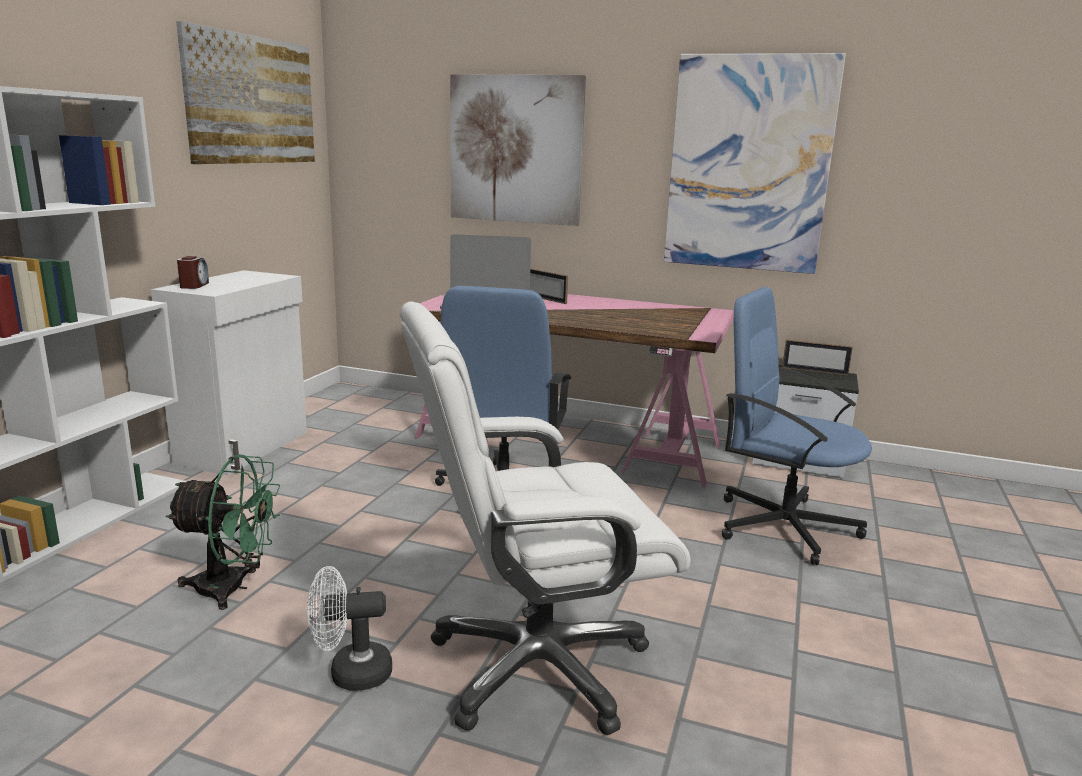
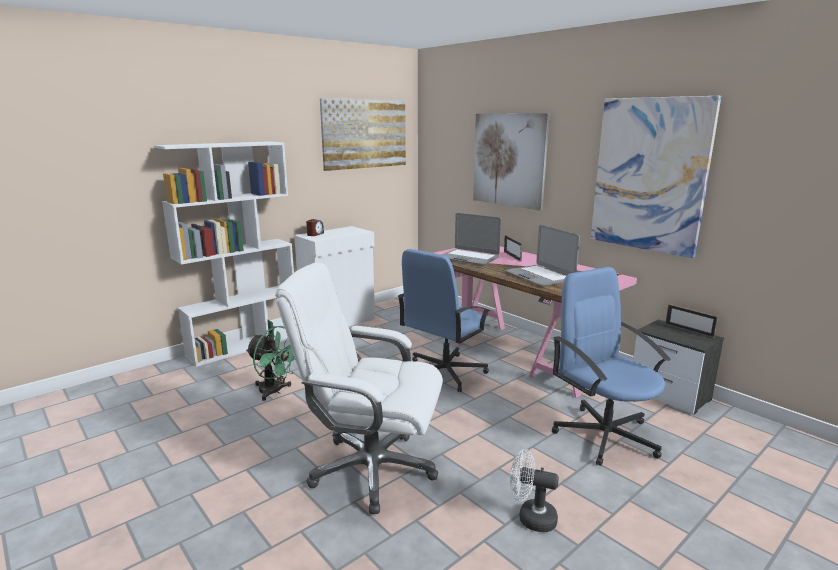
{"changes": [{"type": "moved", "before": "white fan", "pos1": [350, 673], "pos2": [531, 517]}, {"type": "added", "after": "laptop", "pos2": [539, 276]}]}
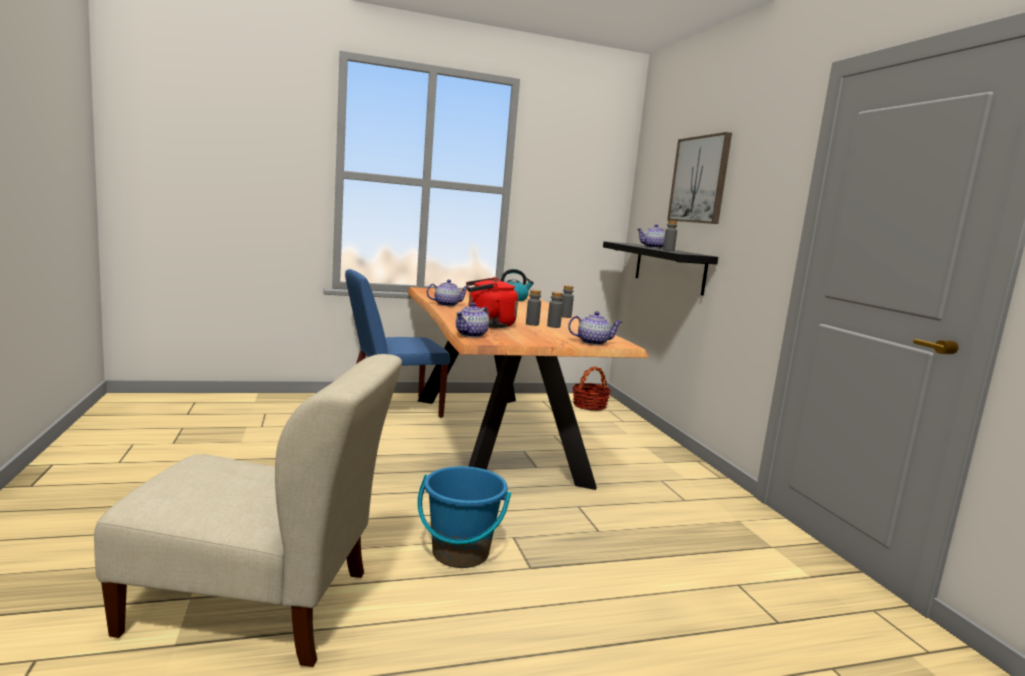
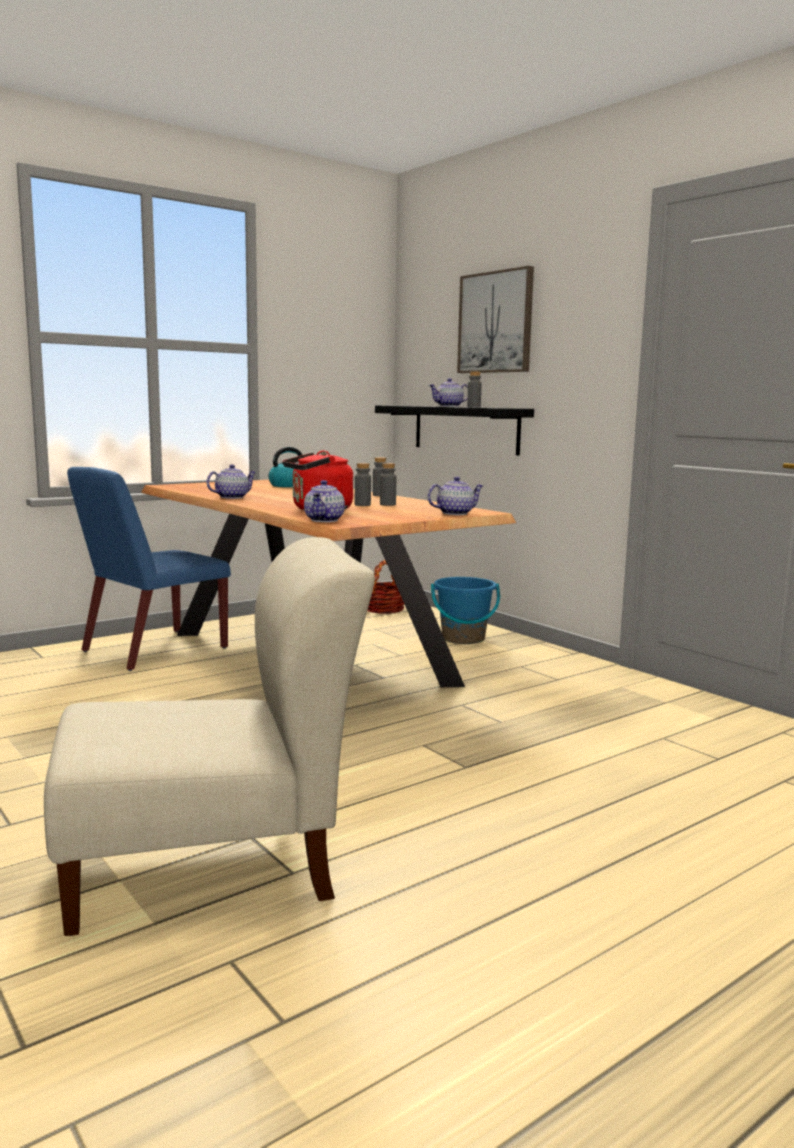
{"changes": [{"type": "moved", "before": "blue bucket", "pos1": [460, 553], "pos2": [463, 638]}]}
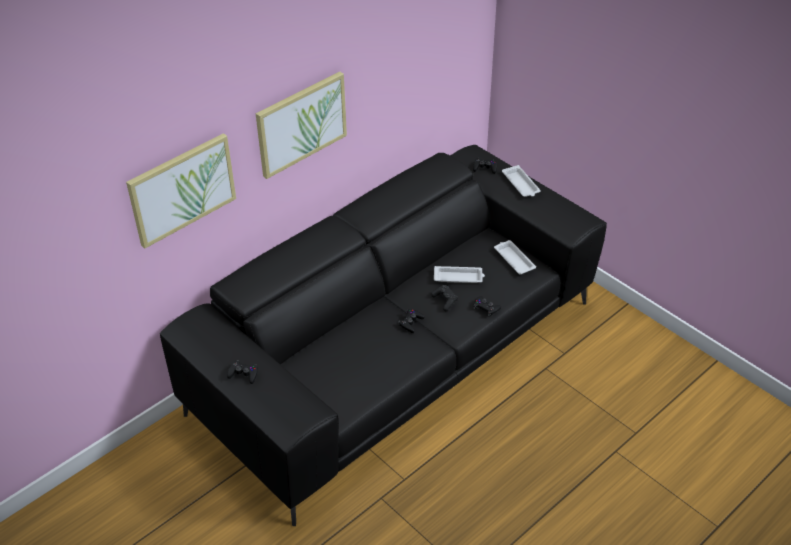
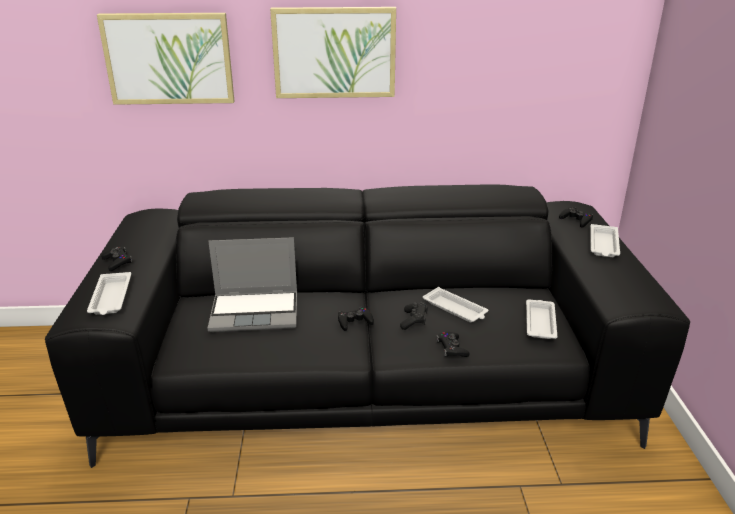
{"changes": [{"type": "added", "after": "white tray", "pos2": [111, 298]}, {"type": "added", "after": "laptop", "pos2": [256, 312]}]}
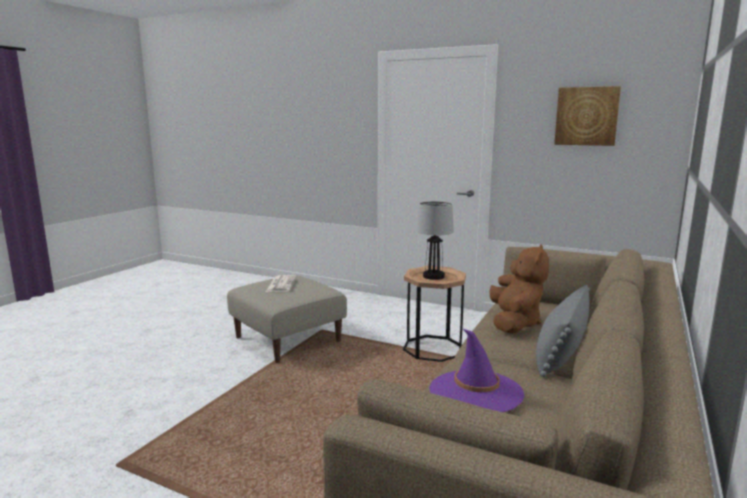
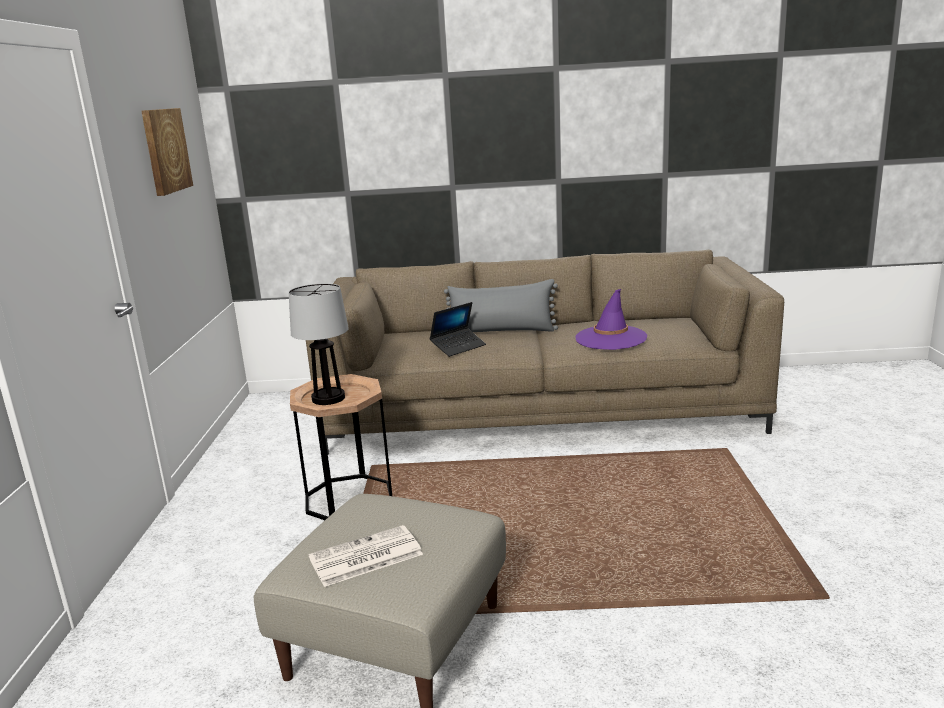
{"changes": [{"type": "replaced", "before": "brown plush toy", "after": "laptop", "pos1": [514, 323], "pos2": [458, 347]}]}
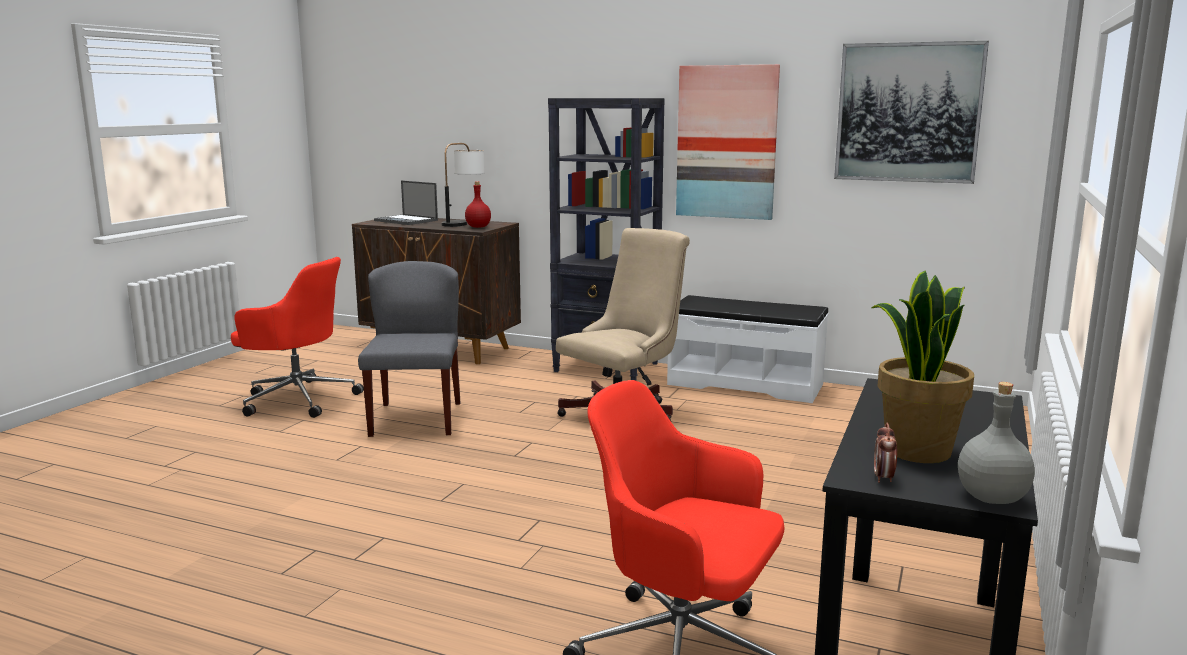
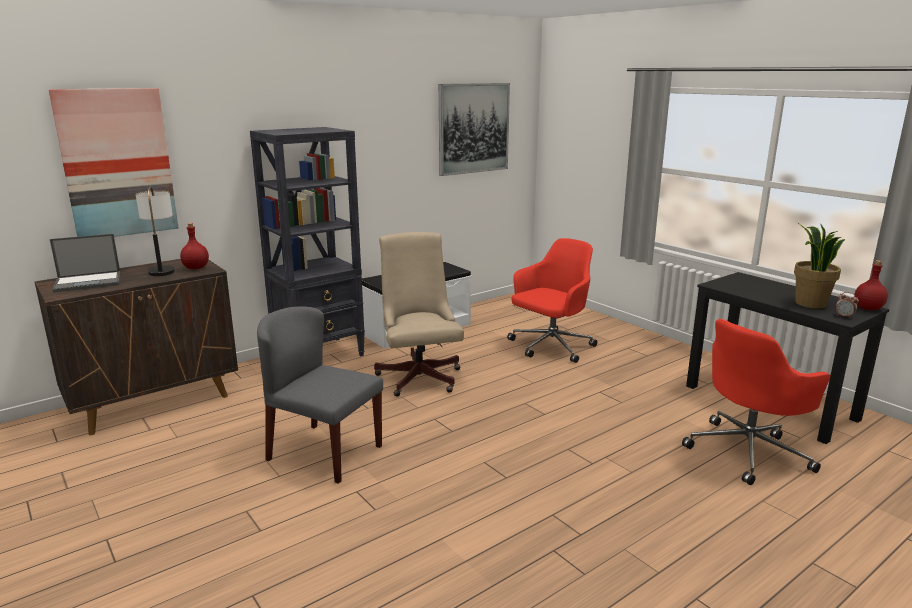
{"changes": [{"type": "moved", "before": "red office chair", "pos1": [297, 399], "pos2": [550, 346]}, {"type": "moved", "before": "picture", "pos1": [726, 142], "pos2": [117, 163]}, {"type": "recoloured", "before": "grey bottle", "after": "red bottle", "pos1": [991, 499], "pos2": [868, 308]}]}
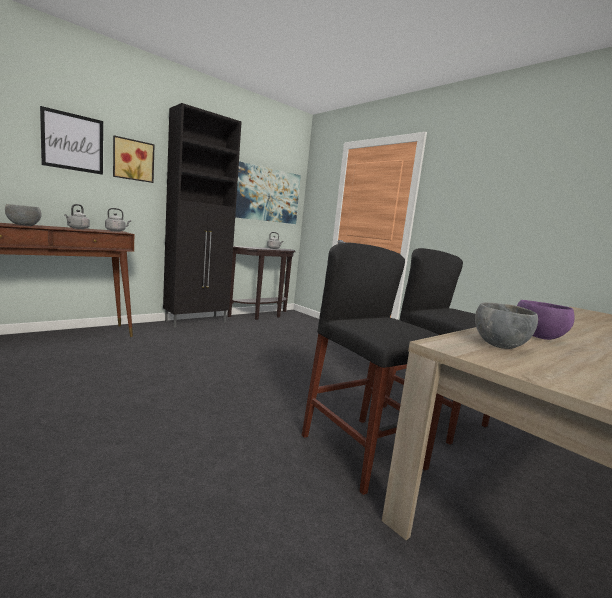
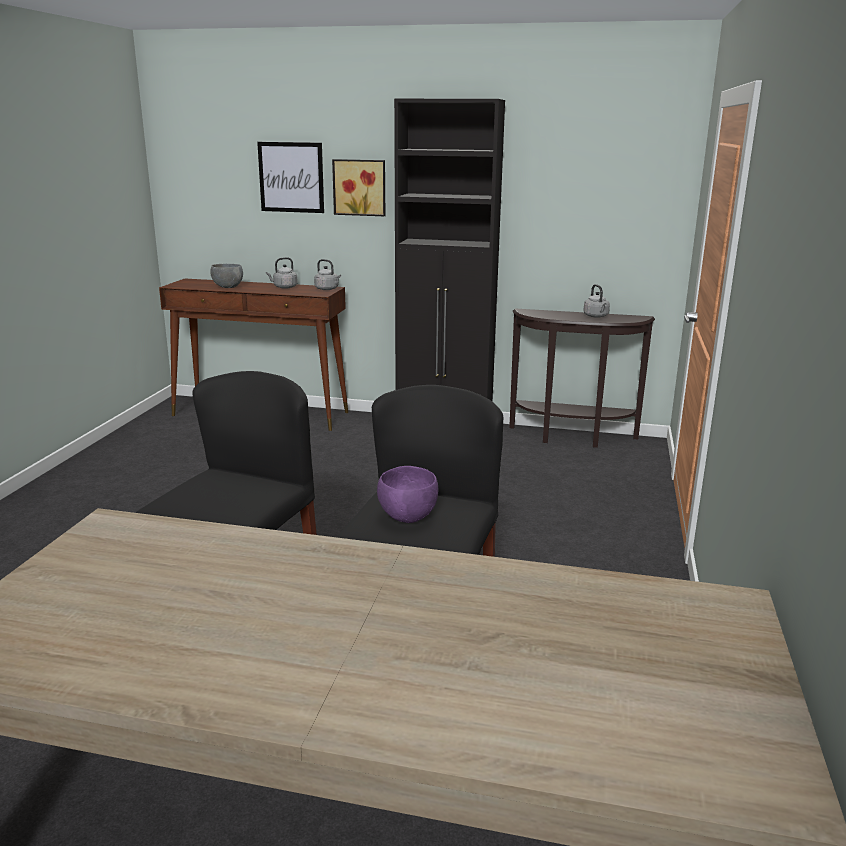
{"changes": [{"type": "removed", "before": "picture", "pos1": [267, 195]}, {"type": "removed", "before": "grey bowl", "pos1": [499, 345]}, {"type": "moved", "before": "purple bowl", "pos1": [539, 337], "pos2": [407, 517]}]}
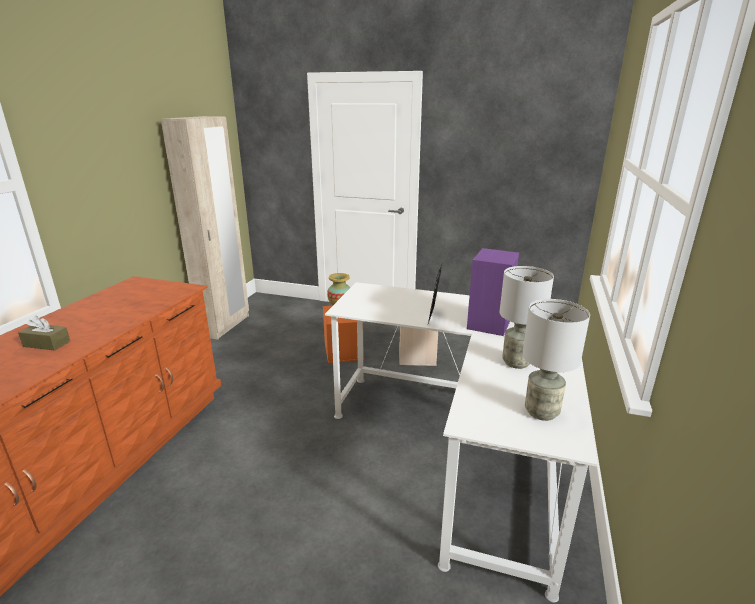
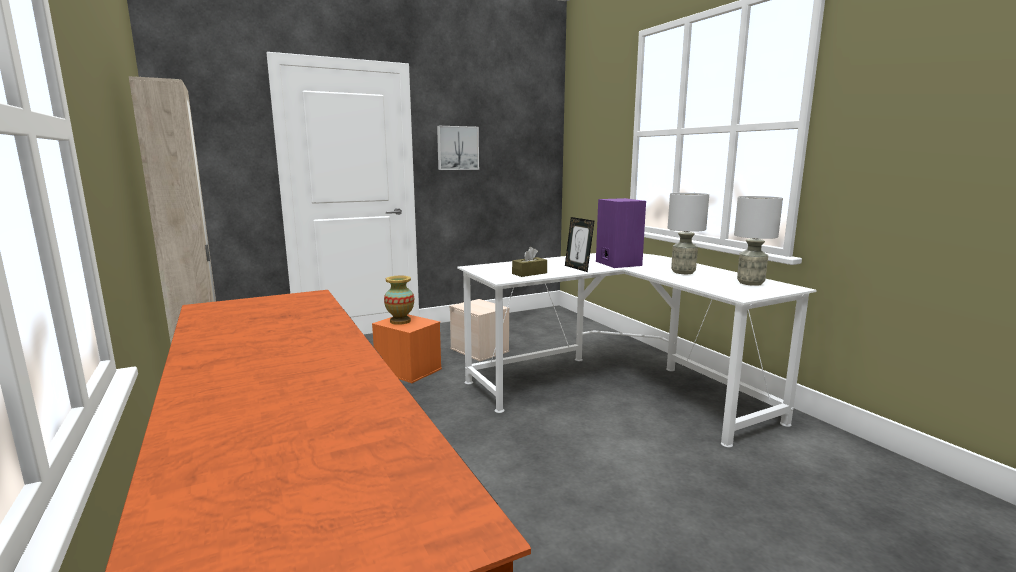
{"changes": [{"type": "moved", "before": "brown tissue box", "pos1": [47, 344], "pos2": [529, 273]}, {"type": "added", "after": "picture", "pos2": [457, 148]}]}
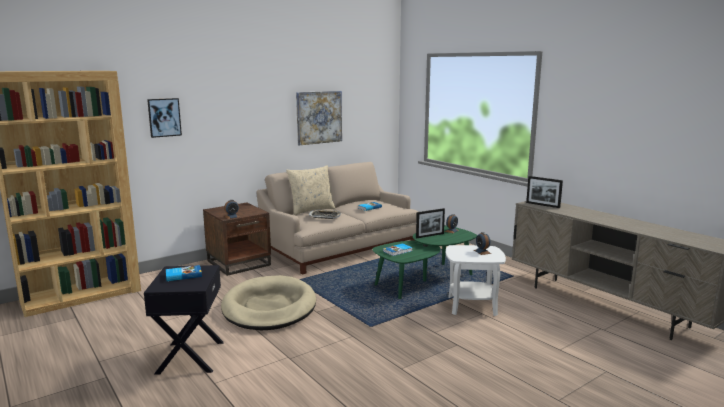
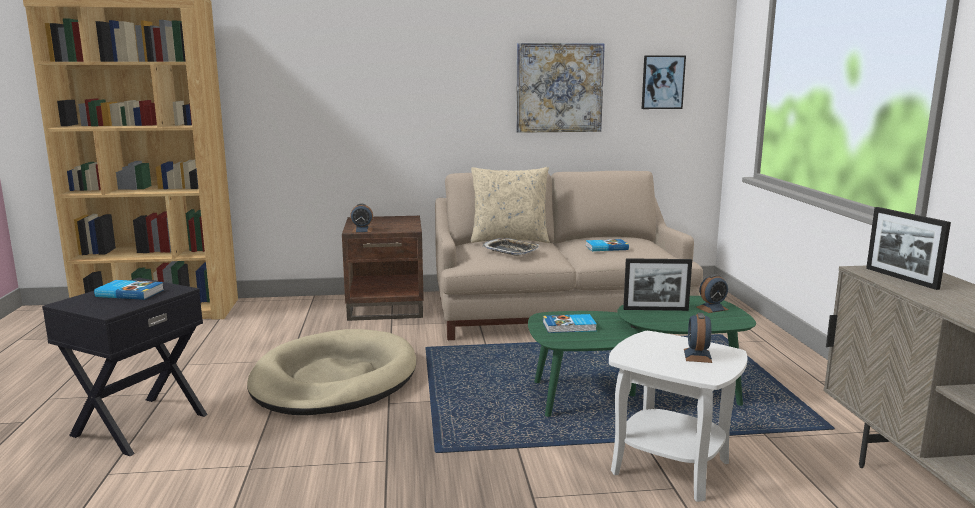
{"changes": [{"type": "moved", "before": "picture", "pos1": [164, 117], "pos2": [662, 82]}]}
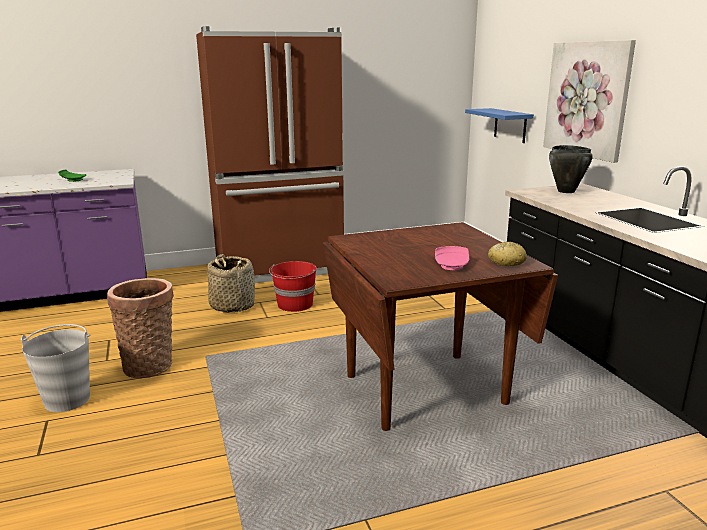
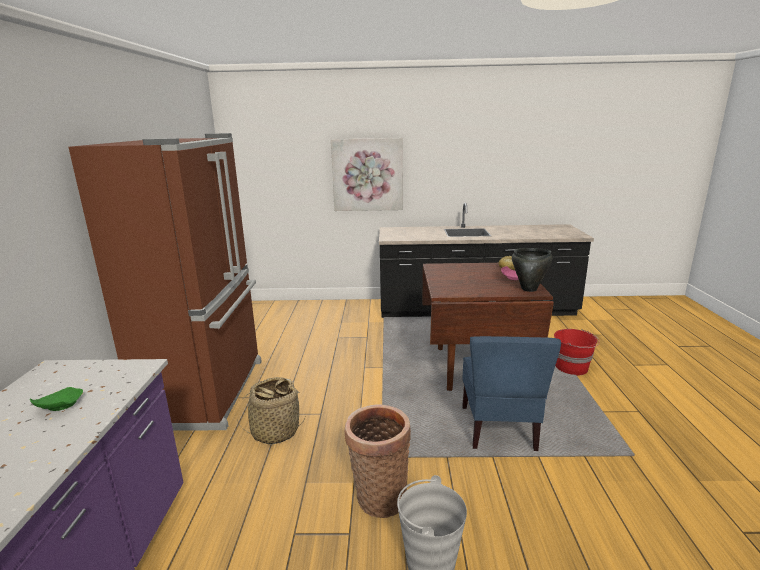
{"changes": [{"type": "moved", "before": "red bucket", "pos1": [295, 304], "pos2": [572, 367]}, {"type": "removed", "before": "blue shelf", "pos1": [510, 125]}, {"type": "moved", "before": "black cooking pot", "pos1": [566, 191], "pos2": [529, 289]}, {"type": "added", "after": "blue chair", "pos2": [499, 428]}]}
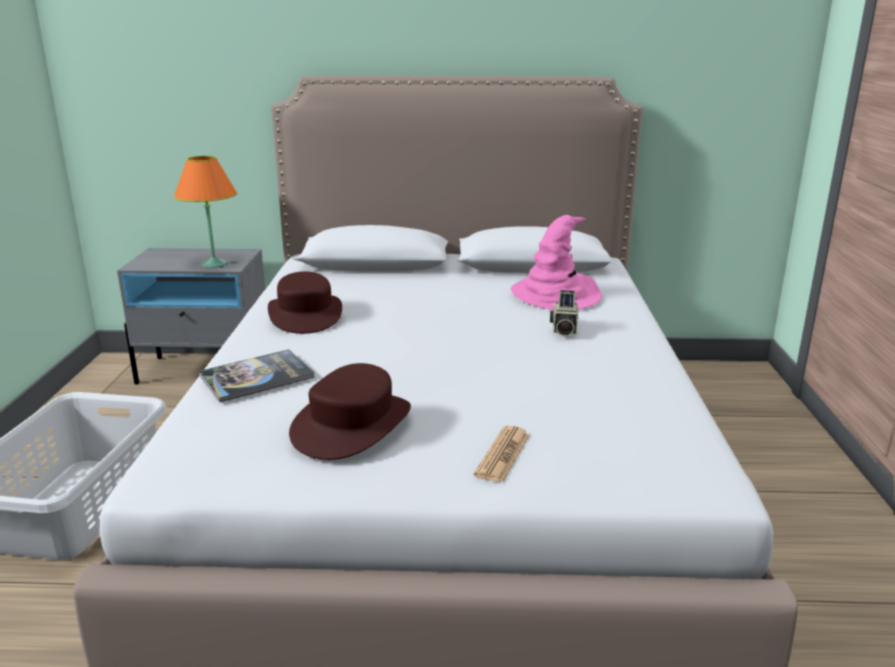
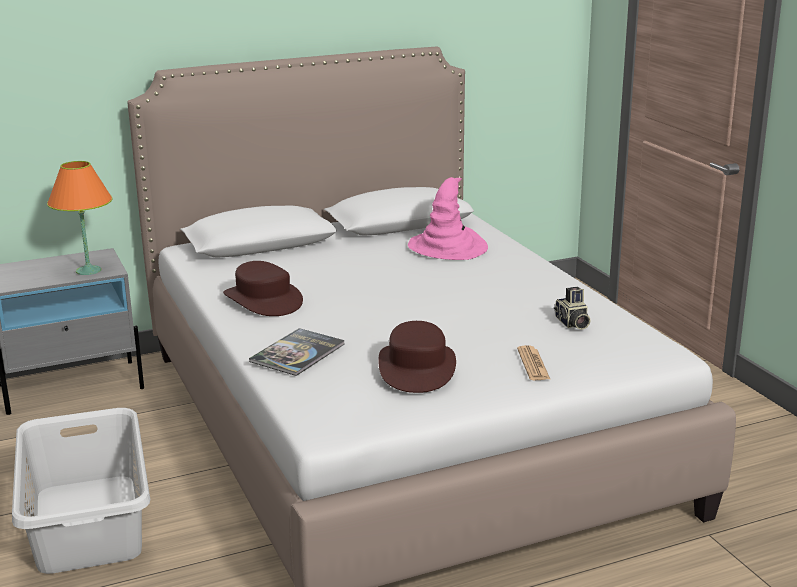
{"changes": [{"type": "moved", "before": "photo camera", "pos1": [563, 330], "pos2": [572, 323]}]}
